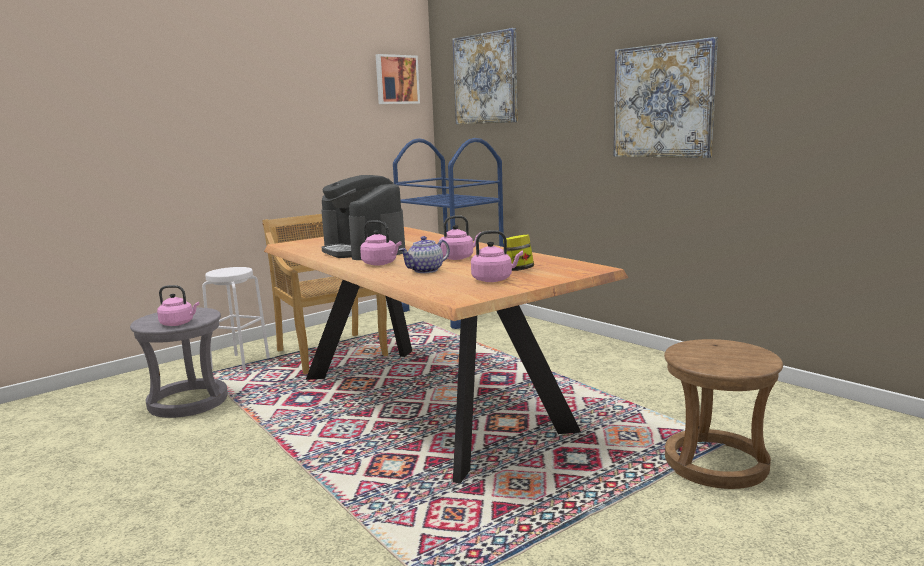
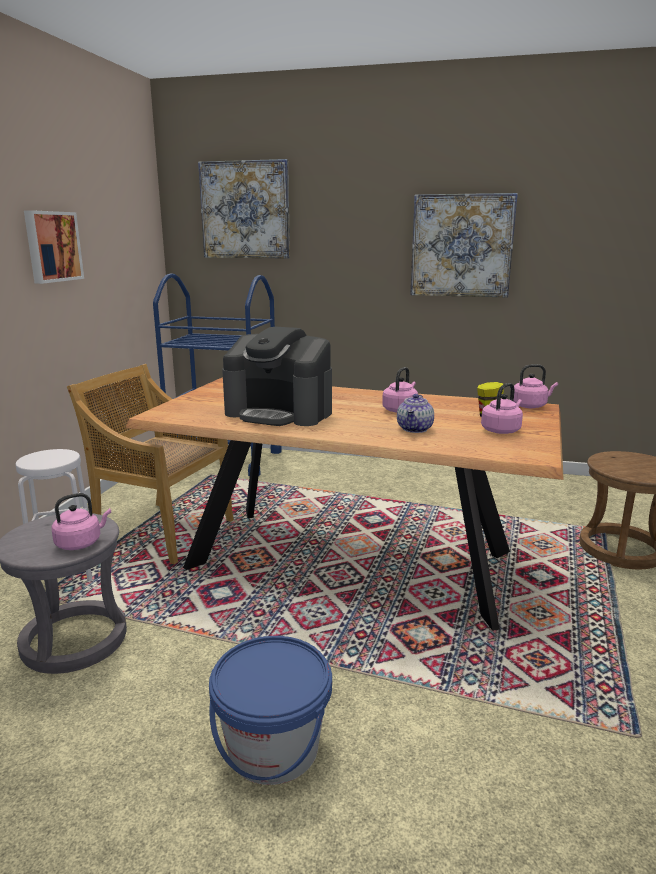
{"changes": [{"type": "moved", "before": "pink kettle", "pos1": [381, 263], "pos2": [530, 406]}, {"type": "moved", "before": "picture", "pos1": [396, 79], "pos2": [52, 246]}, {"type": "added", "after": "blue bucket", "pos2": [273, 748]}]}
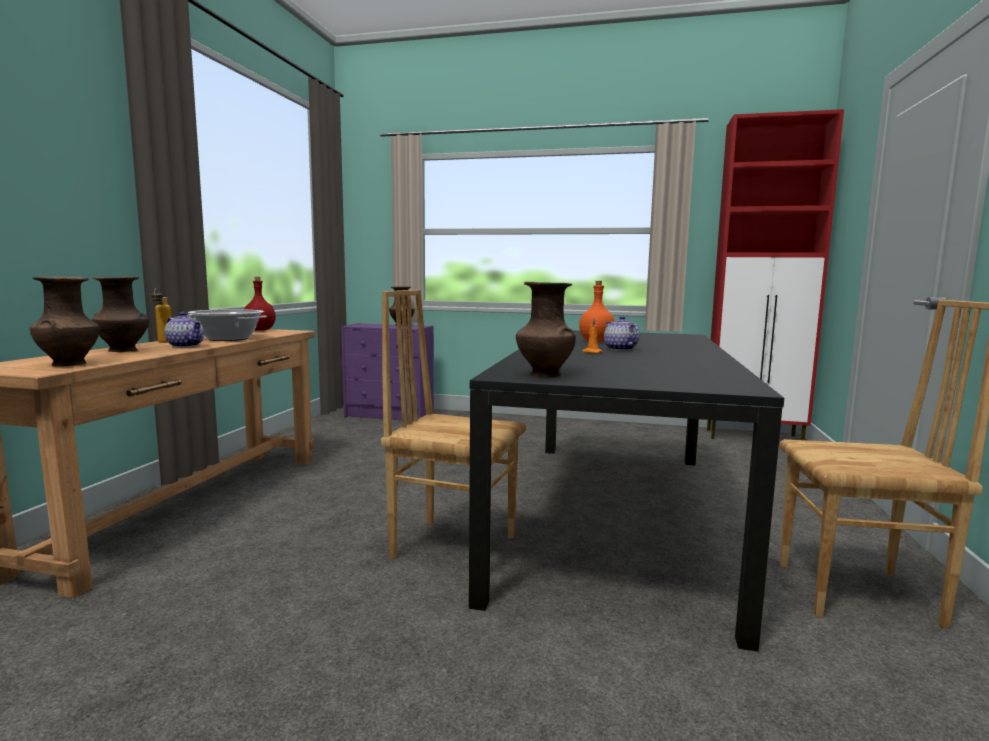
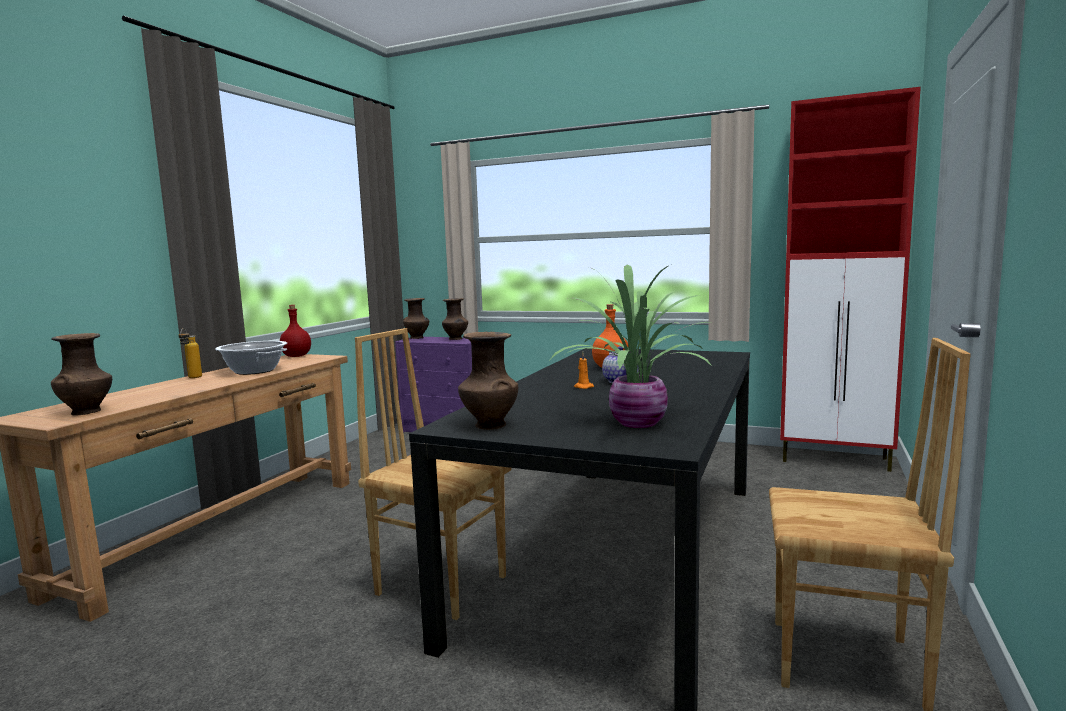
{"changes": [{"type": "moved", "before": "brown vase", "pos1": [124, 351], "pos2": [417, 338]}, {"type": "removed", "before": "teapot", "pos1": [186, 346]}, {"type": "added", "after": "potted plant", "pos2": [637, 422]}]}
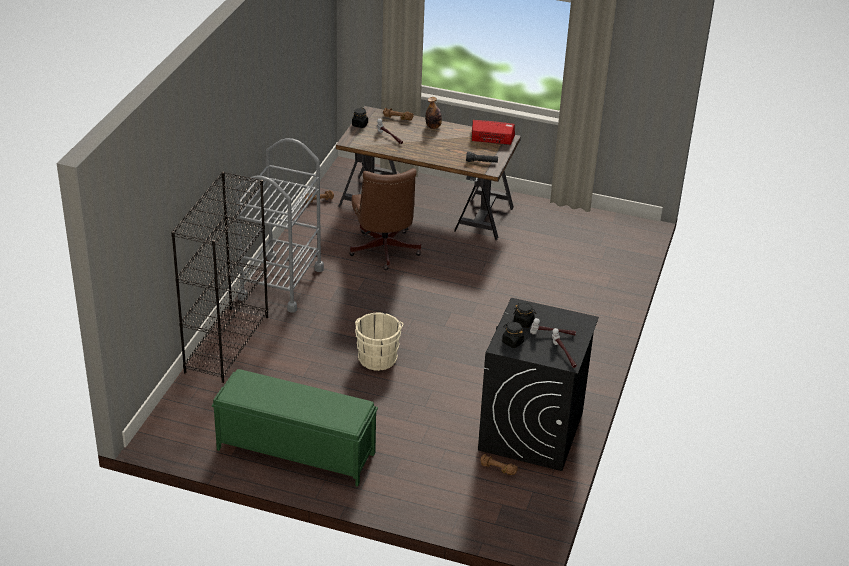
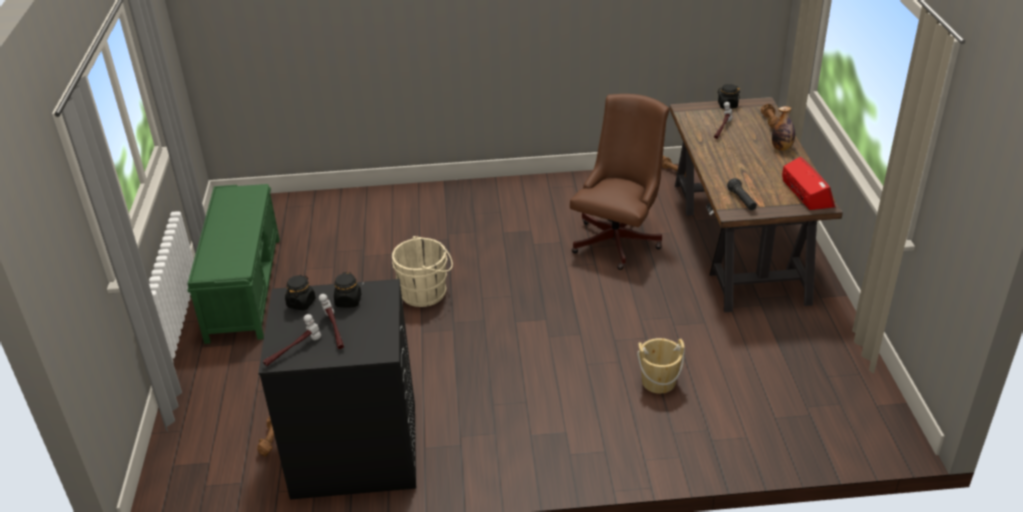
{"changes": [{"type": "removed", "before": "black bookcase", "pos1": [227, 343]}, {"type": "removed", "before": "grey cart", "pos1": [281, 283]}, {"type": "turned", "before": "brown office chair", "pos1": [384, 252], "pos2": [619, 239], "turn": 150}, {"type": "added", "after": "beige bucket", "pos2": [658, 382]}]}
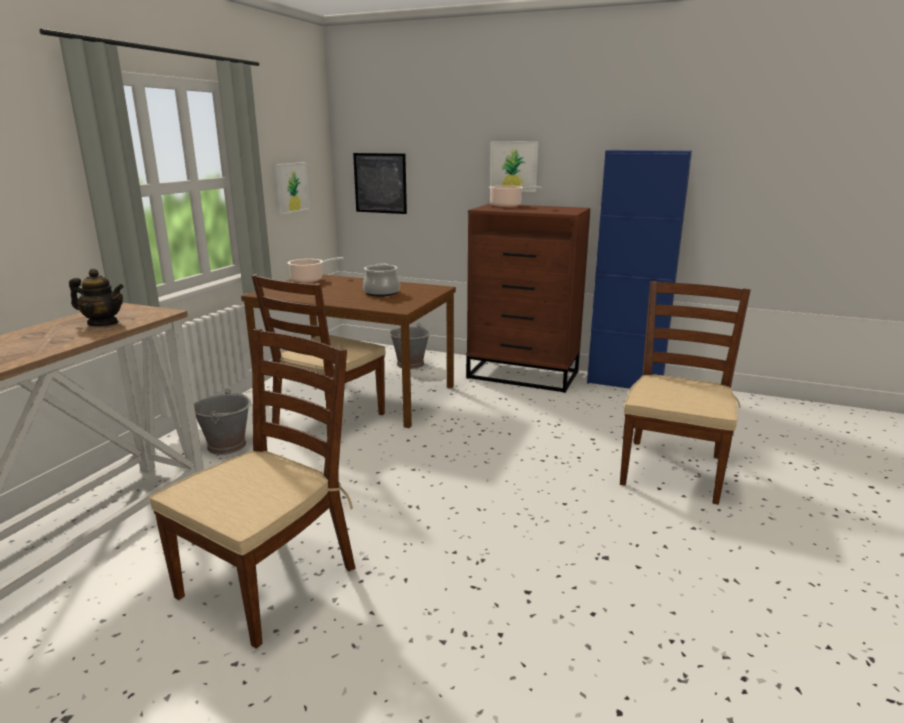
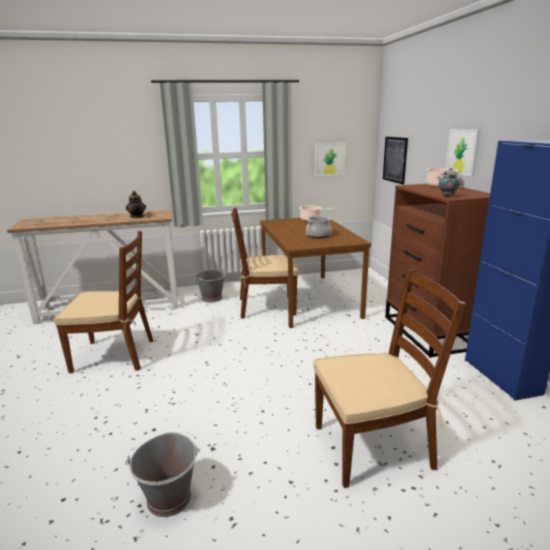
{"changes": [{"type": "moved", "before": "grey bucket", "pos1": [410, 364], "pos2": [170, 498]}, {"type": "added", "after": "teapot", "pos2": [447, 196]}]}
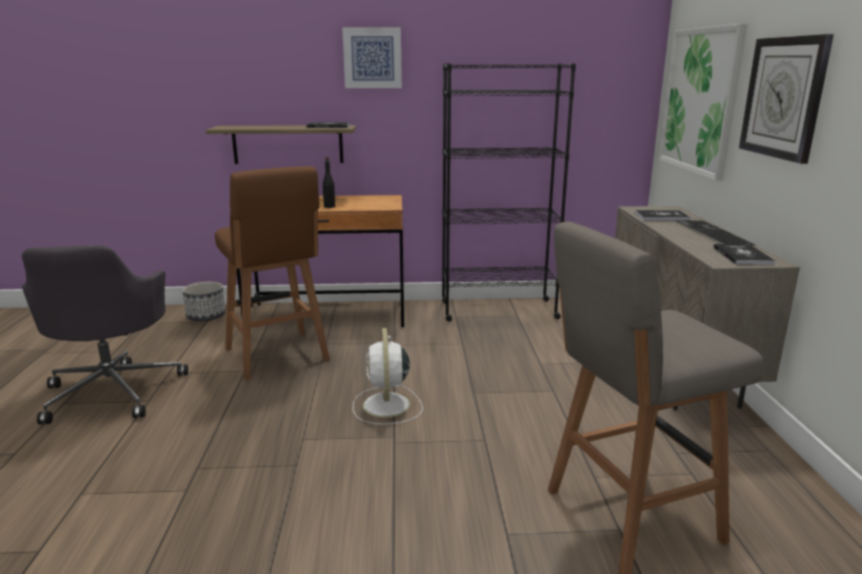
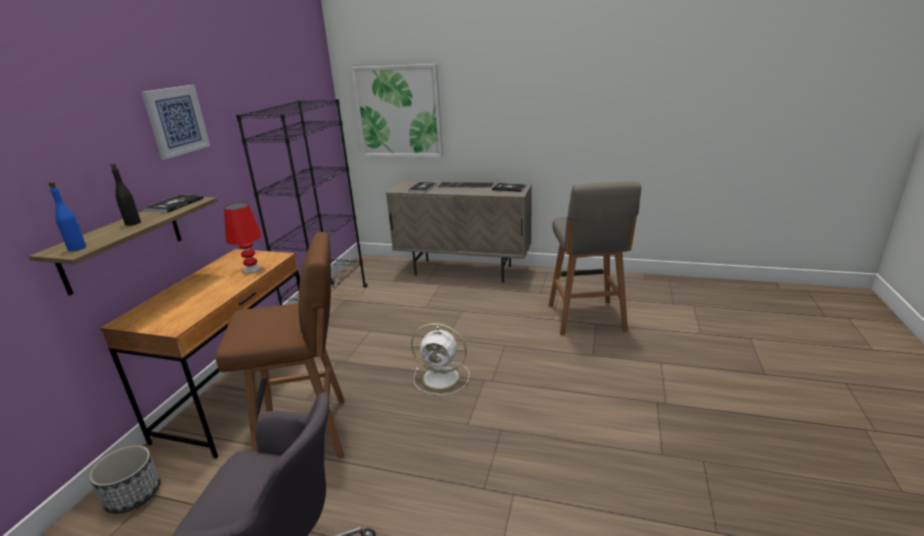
{"changes": [{"type": "moved", "before": "black bottle", "pos1": [329, 206], "pos2": [132, 223]}, {"type": "removed", "before": "wall clock", "pos1": [784, 97]}, {"type": "added", "after": "blue bottle", "pos2": [77, 248]}, {"type": "added", "after": "red table lamp", "pos2": [252, 269]}]}
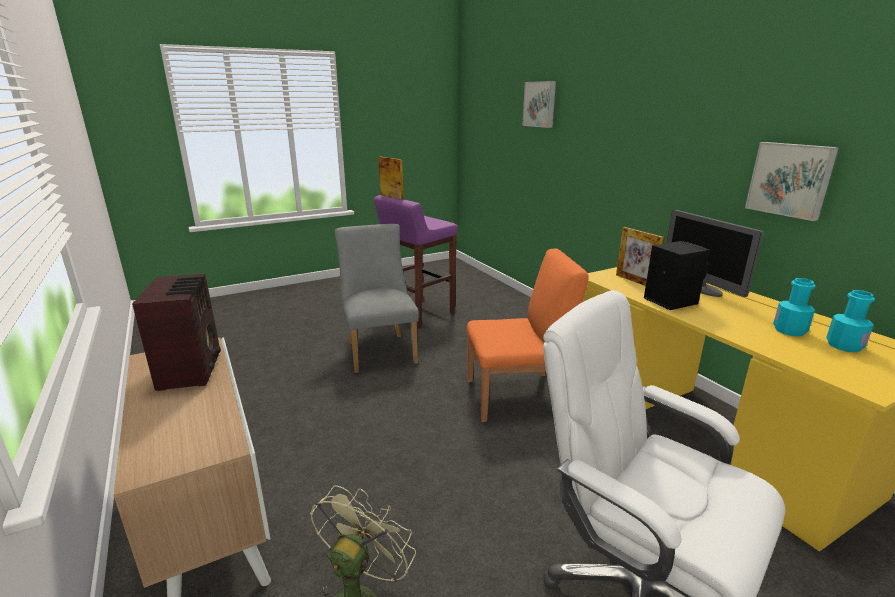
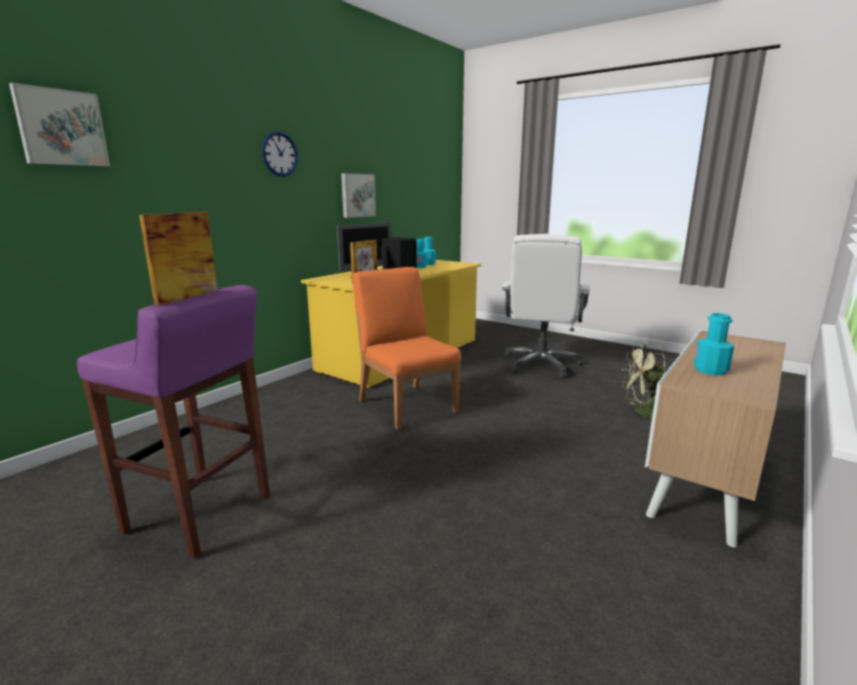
{"changes": [{"type": "replaced", "before": "radio", "after": "turquoise bottle", "pos1": [192, 369], "pos2": [710, 370]}, {"type": "removed", "before": "grey chair", "pos1": [379, 350]}, {"type": "added", "after": "wall clock", "pos2": [280, 154]}]}
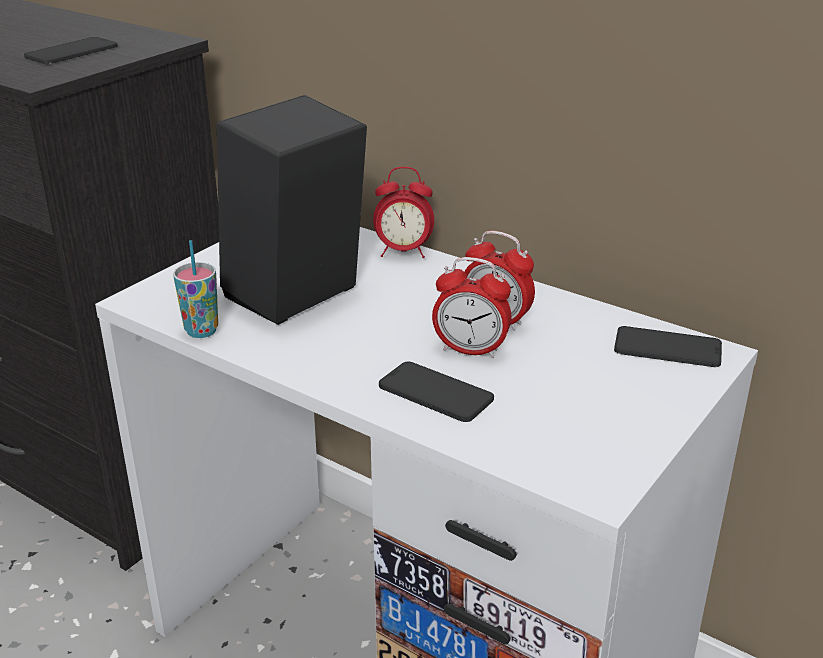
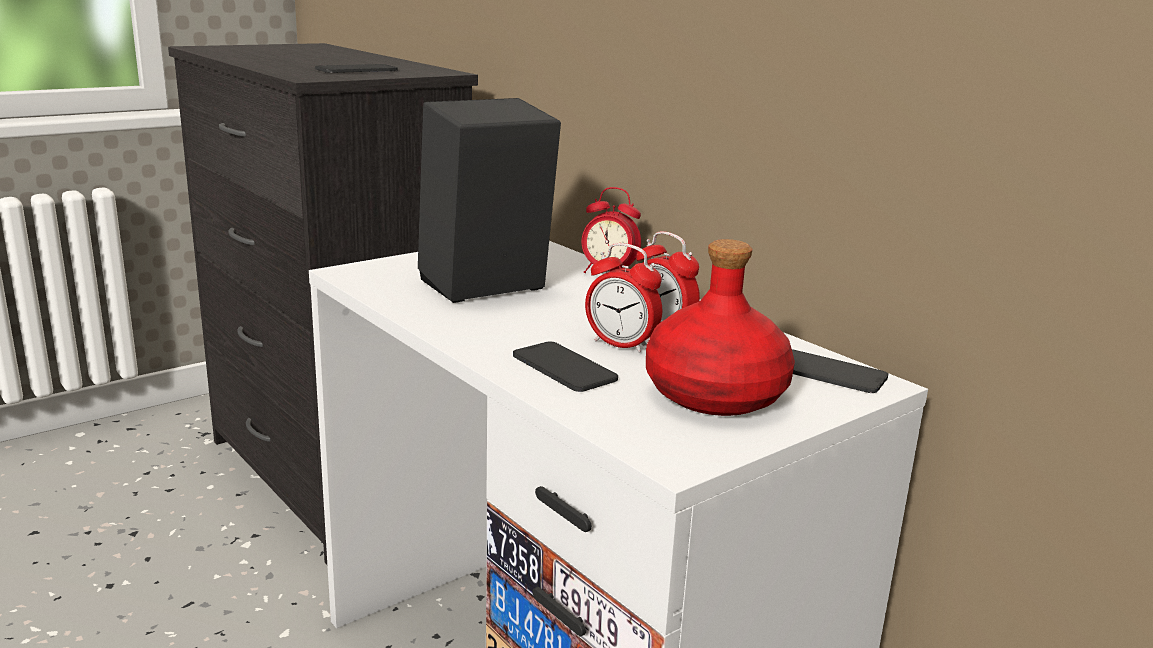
{"changes": [{"type": "removed", "before": "cup", "pos1": [201, 331]}, {"type": "added", "after": "red bottle", "pos2": [716, 394]}]}
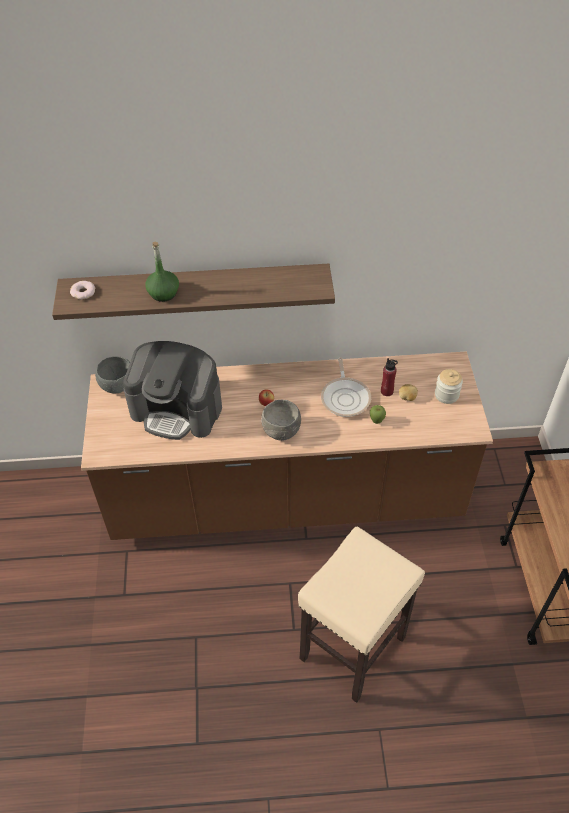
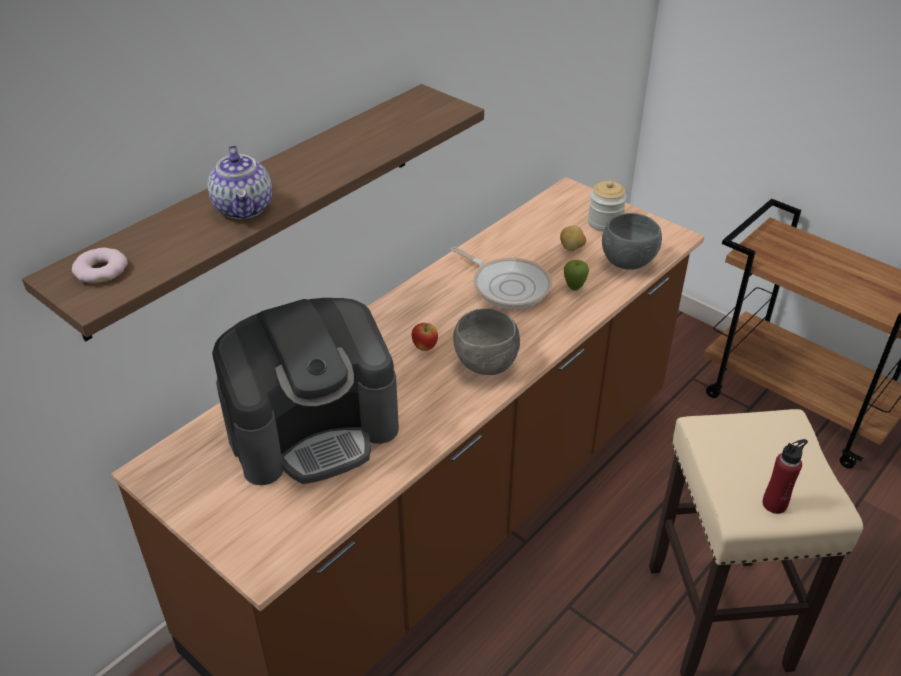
{"changes": [{"type": "moved", "before": "grey bowl", "pos1": [118, 386], "pos2": [627, 262]}, {"type": "replaced", "before": "green bottle", "after": "teapot", "pos1": [163, 293], "pos2": [244, 208]}, {"type": "moved", "before": "red bottle", "pos1": [387, 391], "pos2": [774, 504]}]}
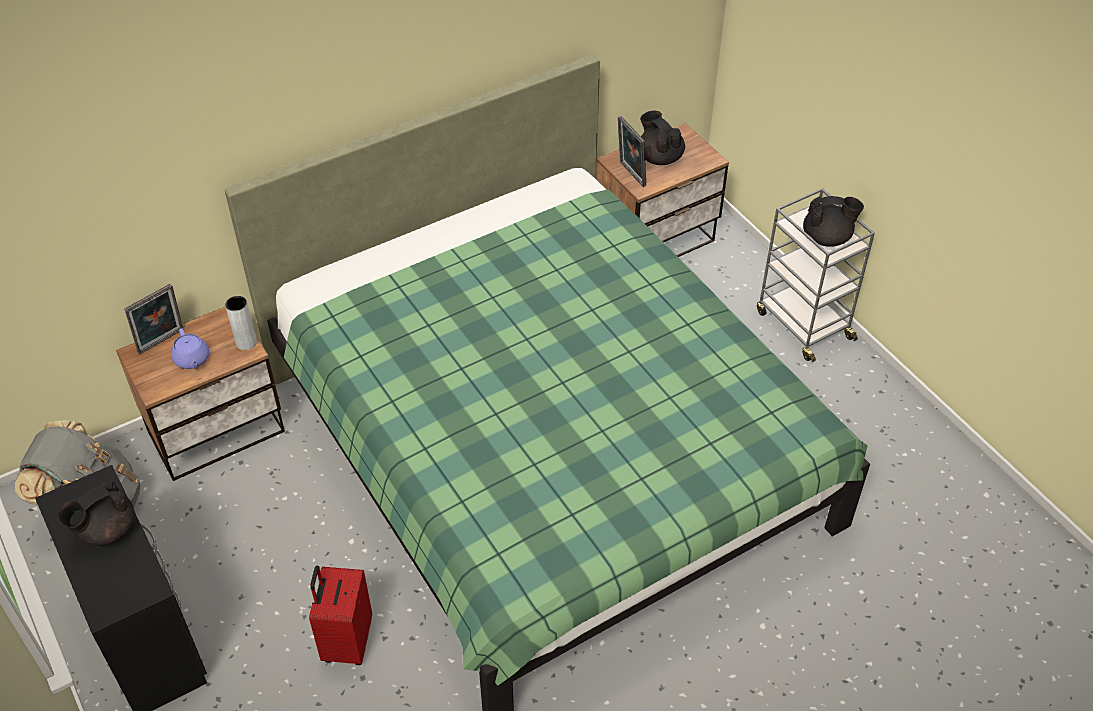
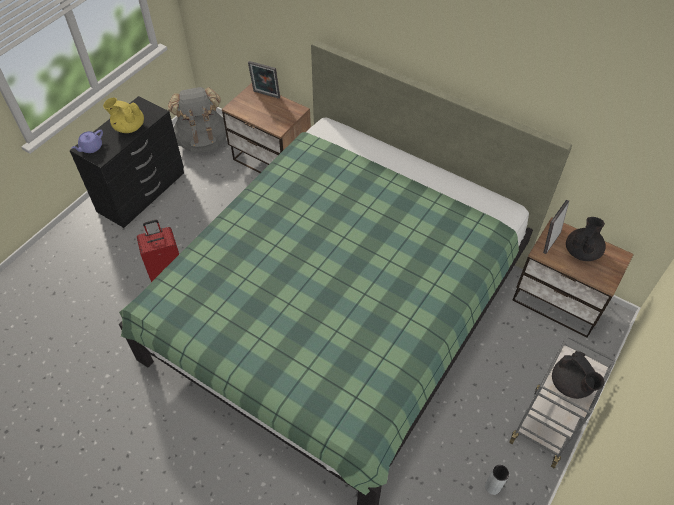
{"changes": [{"type": "recoloured", "before": "black teapot", "after": "yellow teapot", "pos1": [105, 530], "pos2": [129, 127]}, {"type": "moved", "before": "purple teapot", "pos1": [192, 360], "pos2": [91, 148]}, {"type": "moved", "before": "grey vase", "pos1": [246, 342], "pos2": [492, 487]}]}
